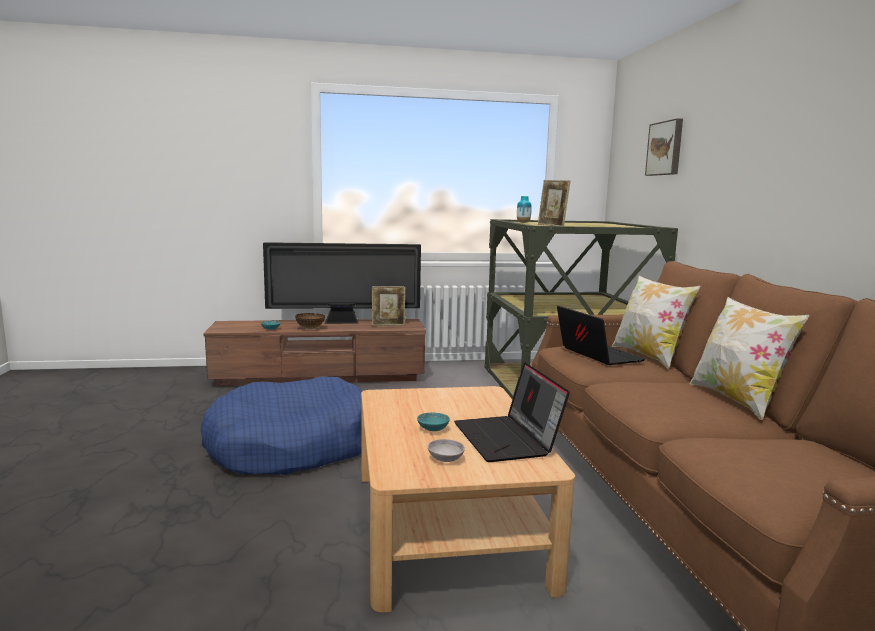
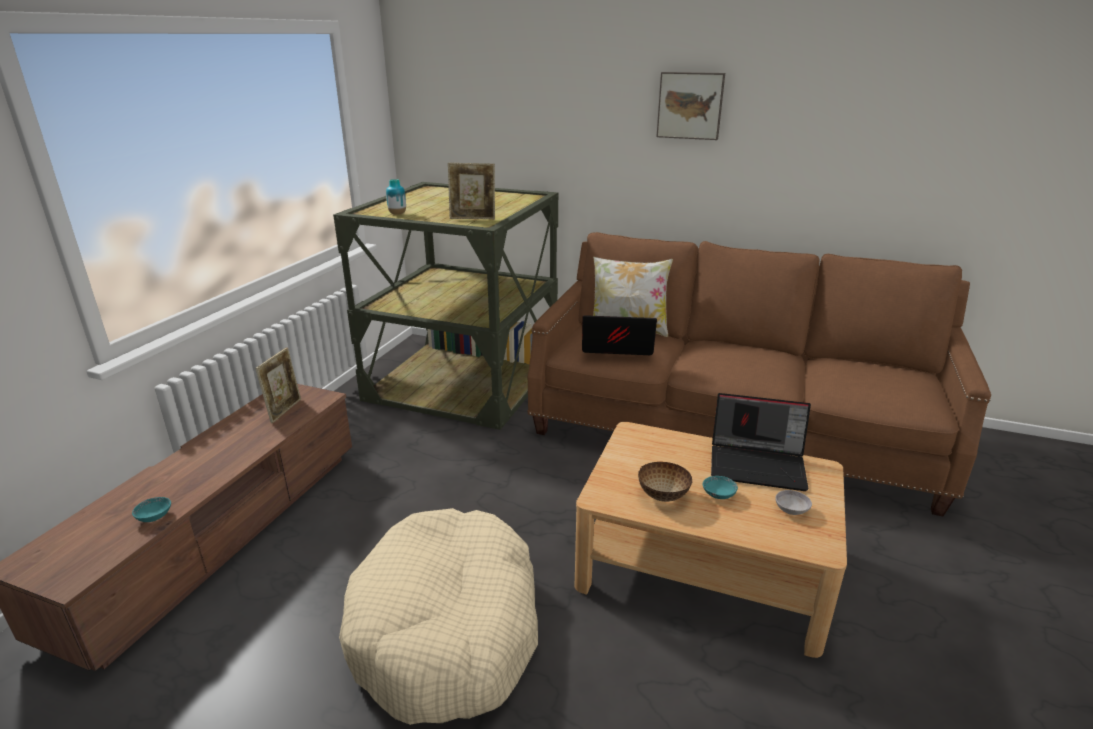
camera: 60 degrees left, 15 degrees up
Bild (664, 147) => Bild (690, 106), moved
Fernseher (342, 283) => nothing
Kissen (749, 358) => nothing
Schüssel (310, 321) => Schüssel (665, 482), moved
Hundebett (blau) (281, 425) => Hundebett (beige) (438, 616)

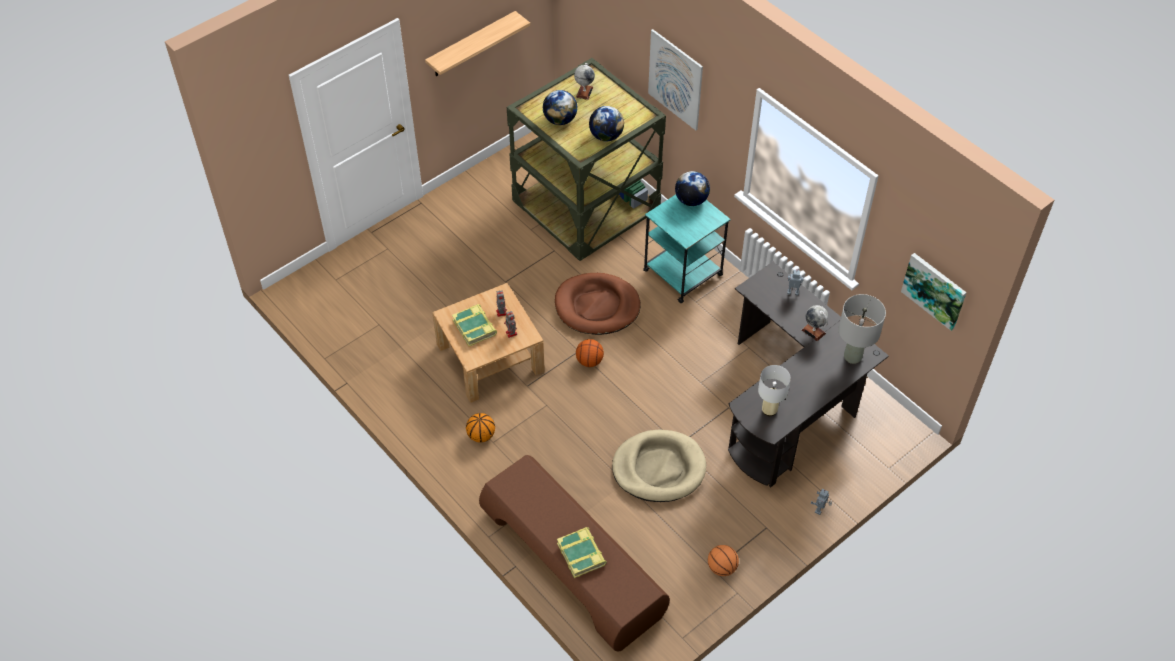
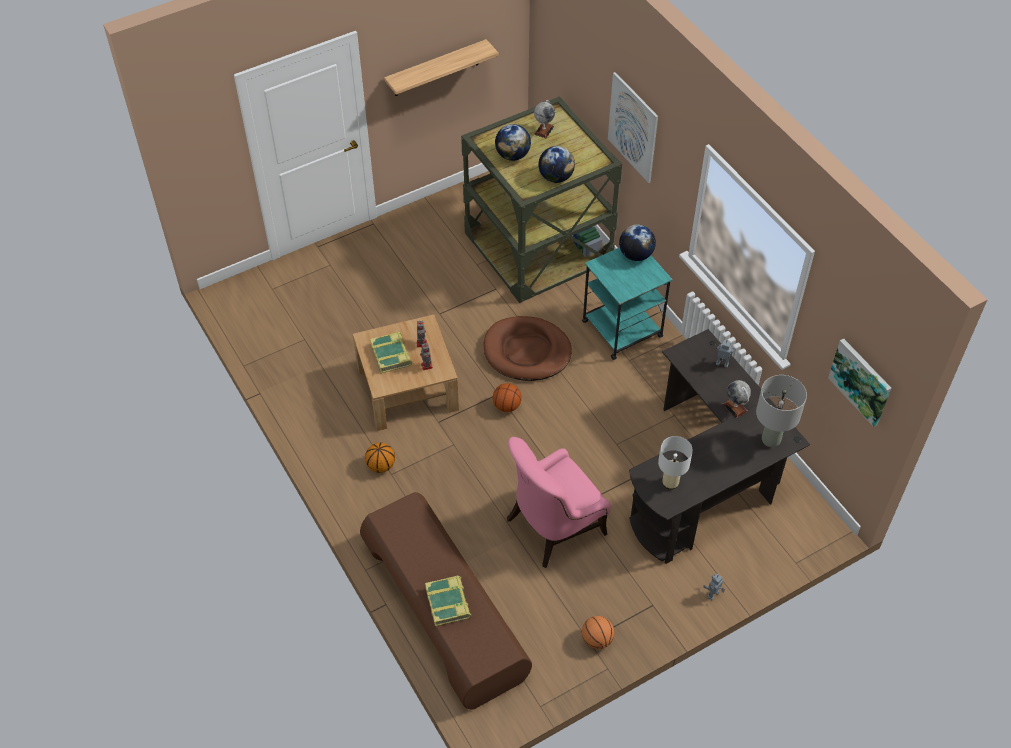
camera: 10 degrees right, 0 degrees up
Hundebett (beige) (659, 466) => Stuhl (rosa) (559, 502)

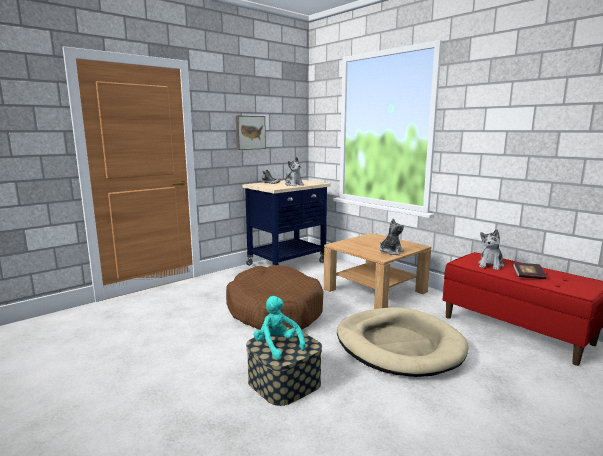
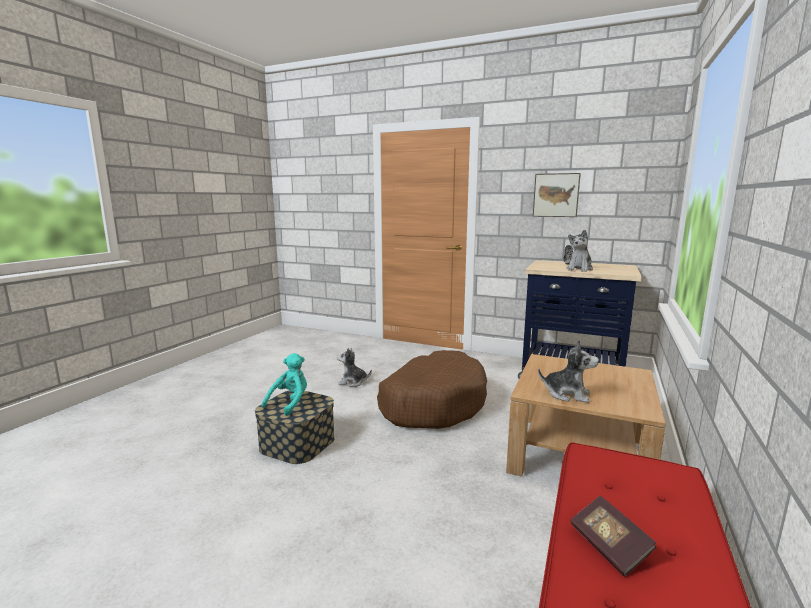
camera: 65 degrees right, 0 degrees up
Plüschtier (491, 249) => Plüschtier (354, 367), moved
Hundebett (beige) (402, 342) => nothing

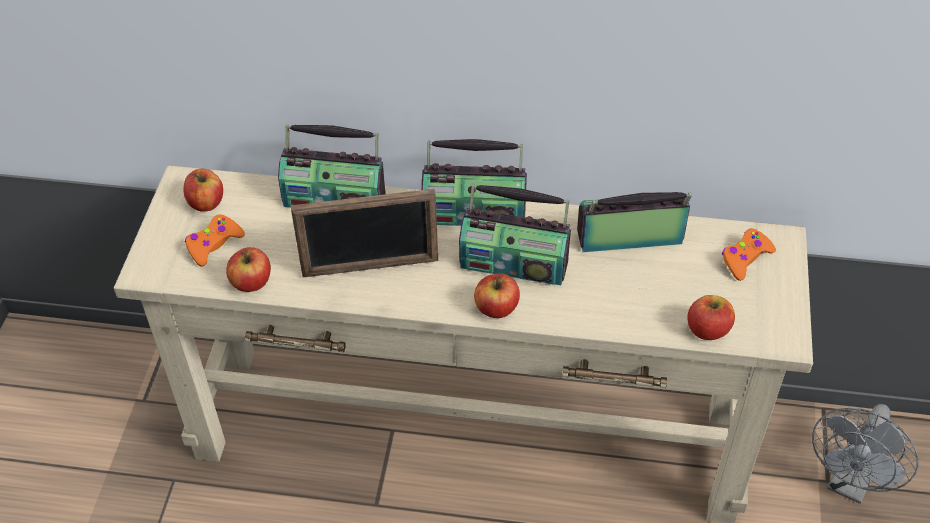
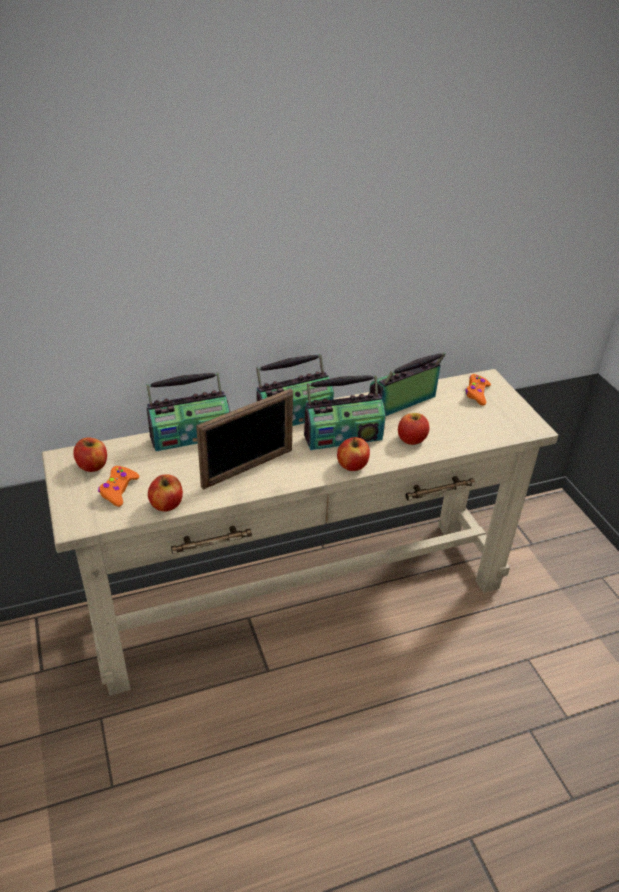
camera: 30 degrees left, 10 degrees down
Apfel (711, 317) => Apfel (413, 429), moved
Ventilator (grau) (865, 454) => nothing

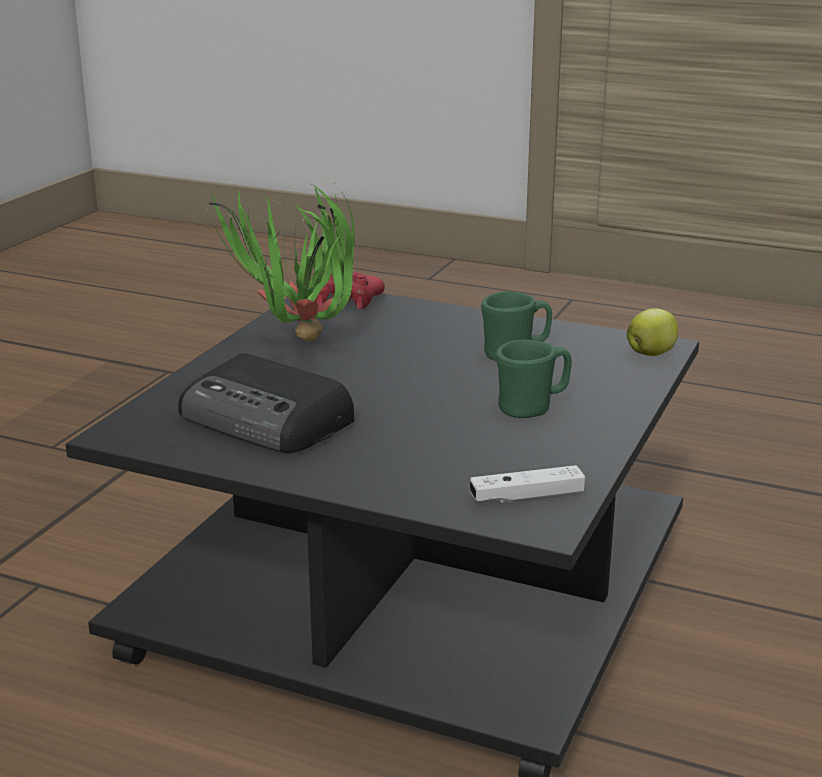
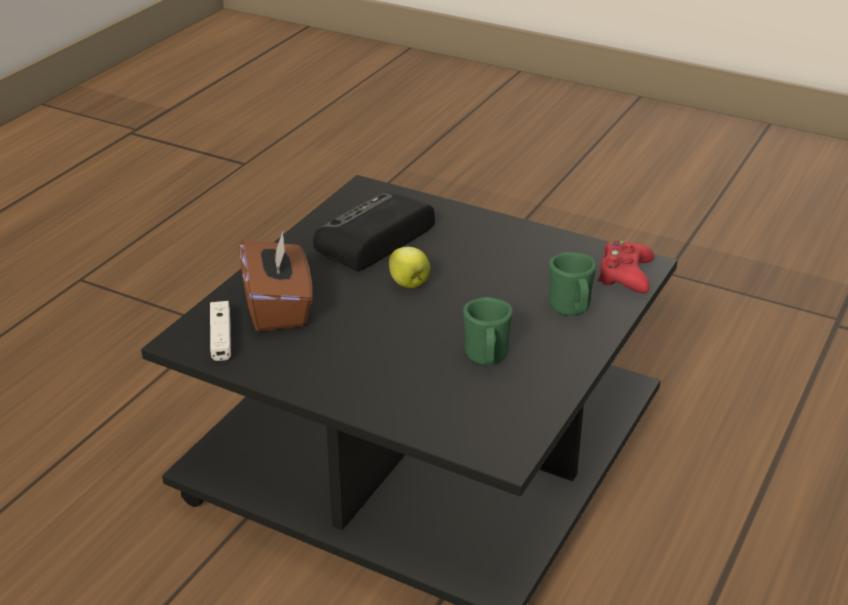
camera: 95 degrees right, 10 degrees up
Topfpflanze (280, 259) => nothing
Apfel (652, 332) => Apfel (409, 267), moved
Henkelbecher (grün) (534, 379) => Henkelbecher (grün) (572, 284), moved
nothing => Taschentuchbox (braun) (275, 280)

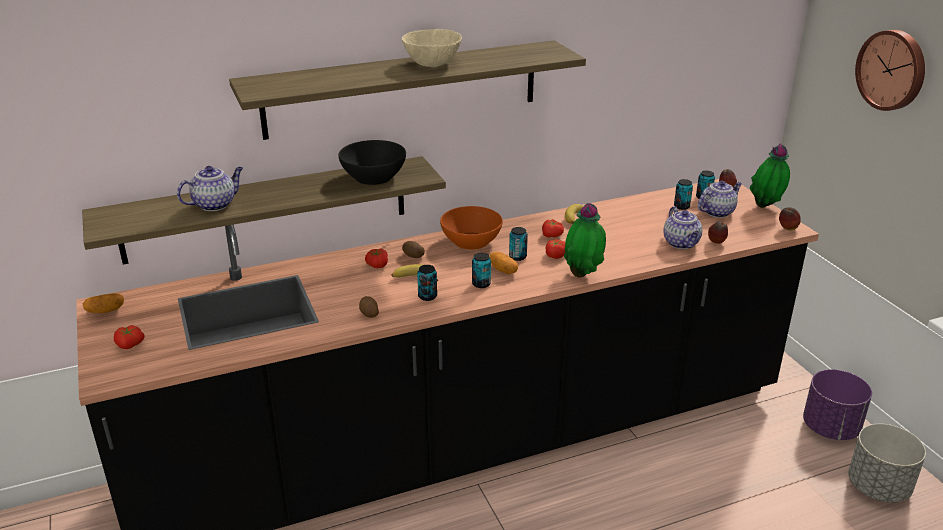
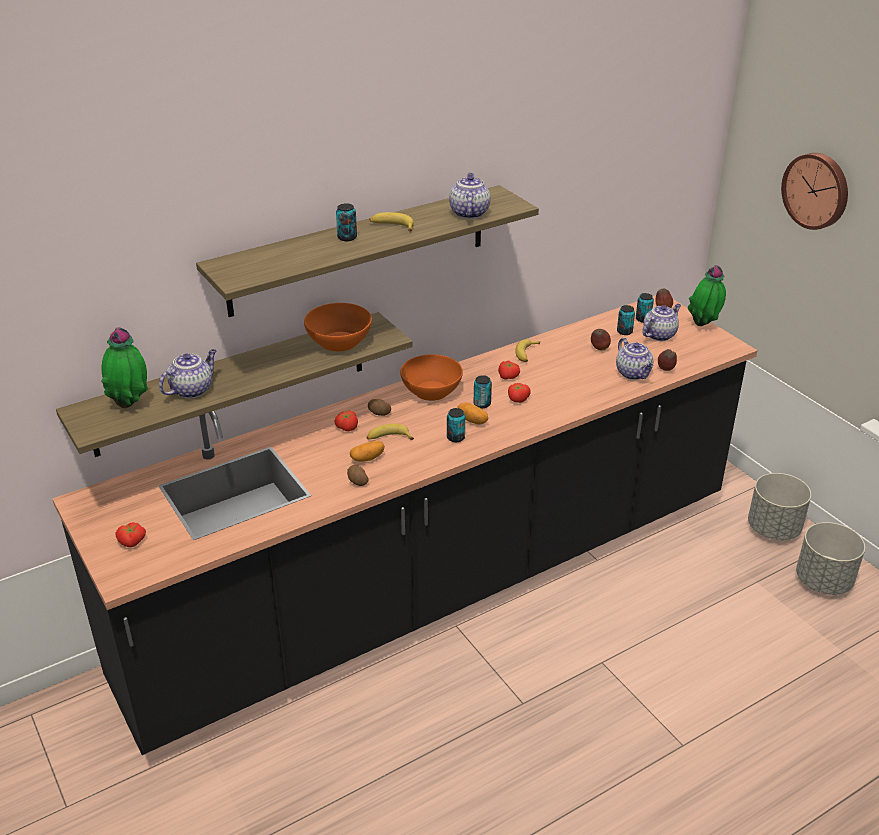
camera: 10 degrees left, 5 degrees up
Schüssel (beige) (432, 48) => Banane (391, 222)
Schüssel (schwarz) (372, 162) => Schüssel (orange) (338, 327)
Topfpflanze (585, 240) => Topfpflanze (124, 367), moved
Apfel (790, 218) => Apfel (601, 339), moved
Dose (427, 283) => Dose (346, 222), moved
Kartoffel (103, 303) => Kartoffel (367, 451), moved
Pflanzkübel (lila) (837, 404) => Pflanzkübel (grau) (779, 506)
nothing => Teekanne (469, 196)

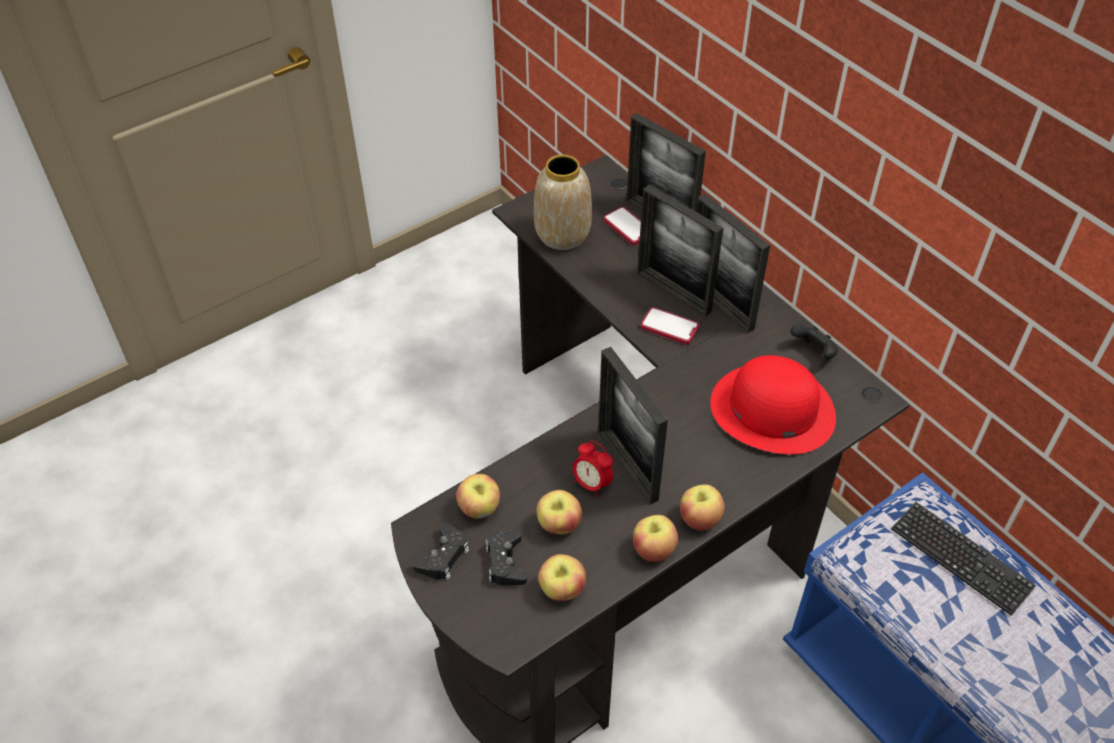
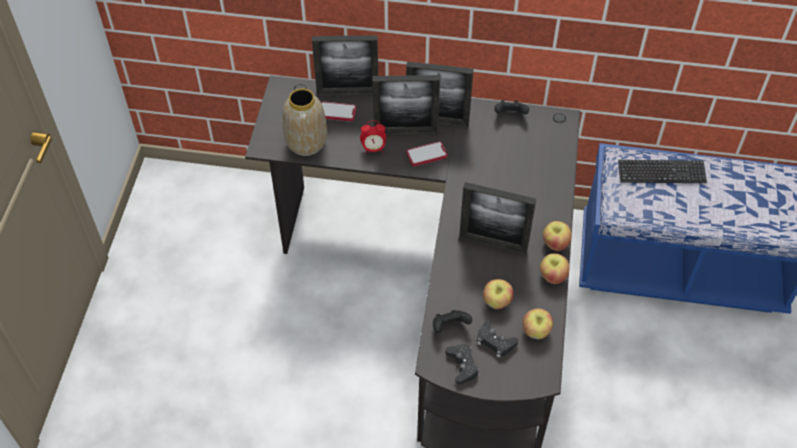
camera: 45 degrees left, 5 degrees up
Hut (rot) (773, 404) => nothing
Wecker (593, 469) => Wecker (373, 137), moved
Apfel (478, 496) => Gamepad (schwarz) (452, 321)

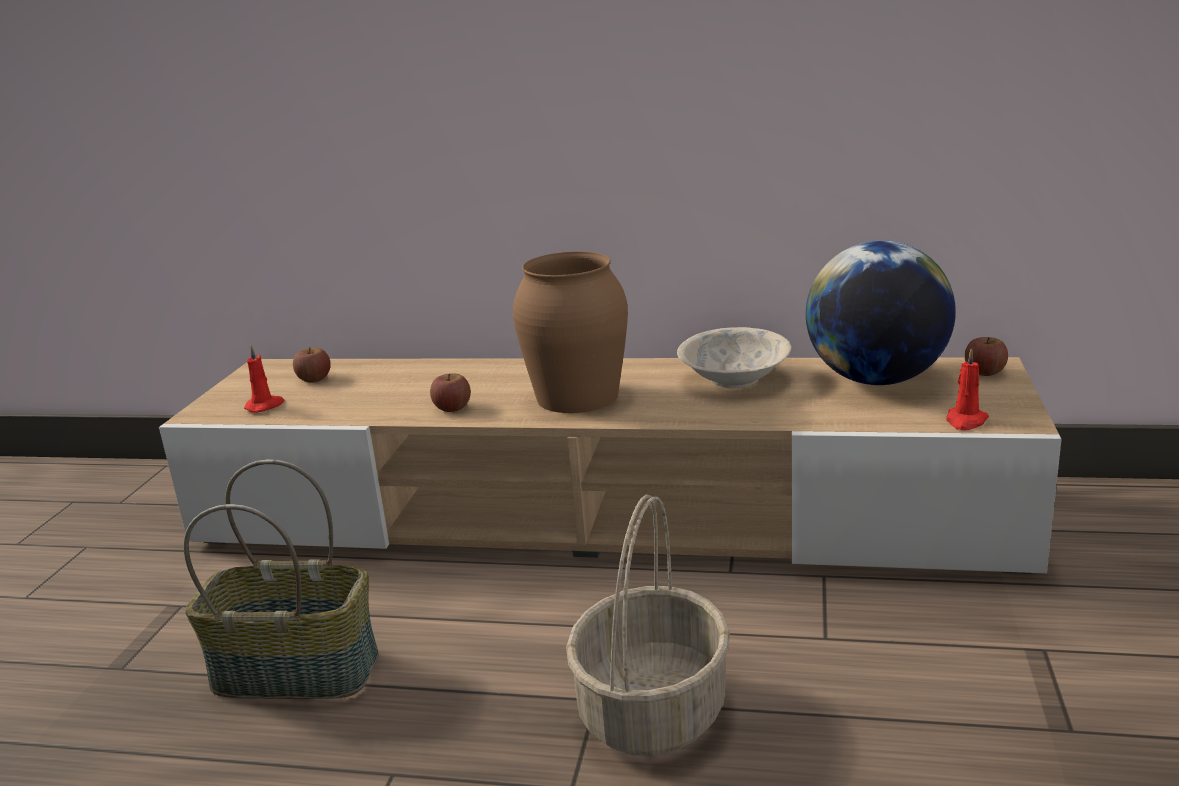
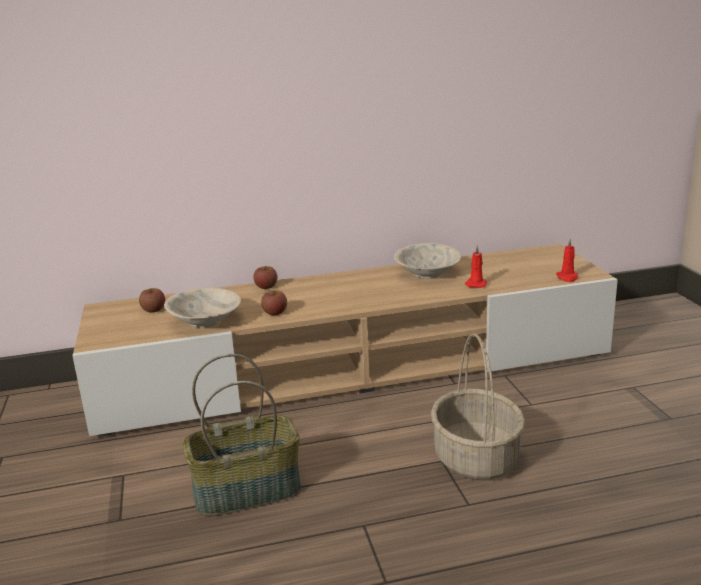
camera: 25 degrees left, 0 degrees up
Globus (881, 312) => nothing
Vase (braun) (570, 332) => nothing
Apfel (986, 356) => Apfel (265, 277), moved
Kerze (rot) (264, 379) => Kerze (rot) (476, 266), moved
nothing => Schüssel (beige) (202, 307)

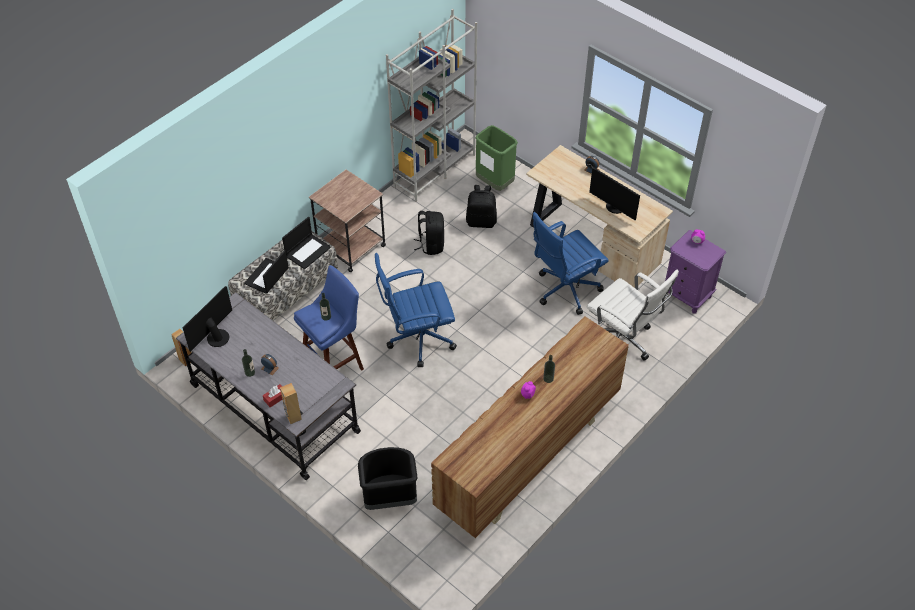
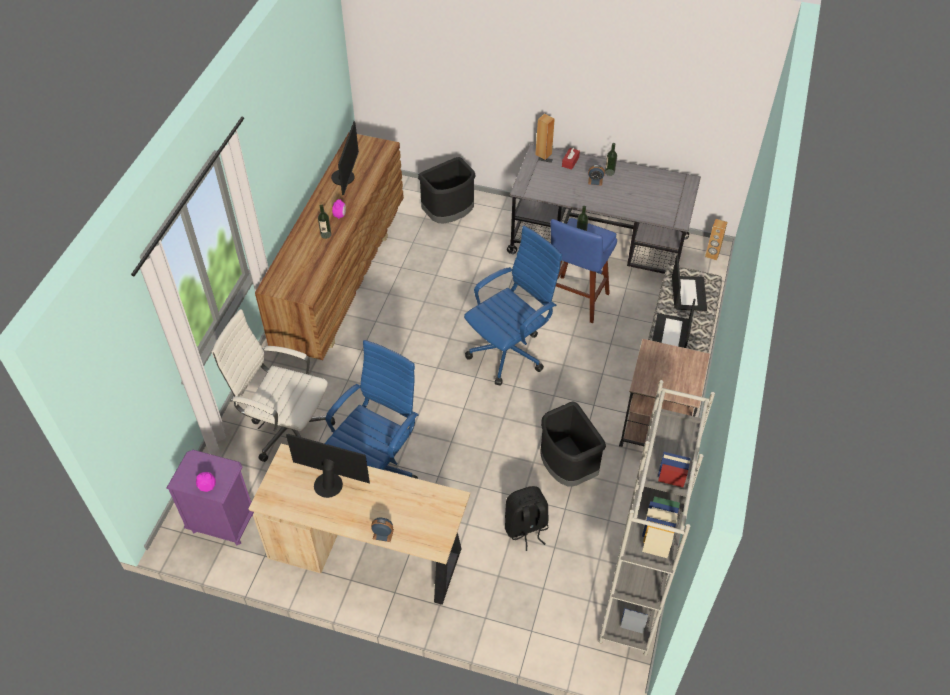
camera: 155 degrees right, 0 degrees up
Mülleimer (grün) (496, 158) => nothing
Rucksack (schwarz) (429, 233) => Mülleimer (schwarz) (573, 444)
Monitor (207, 319) => Monitor (345, 158), moved

